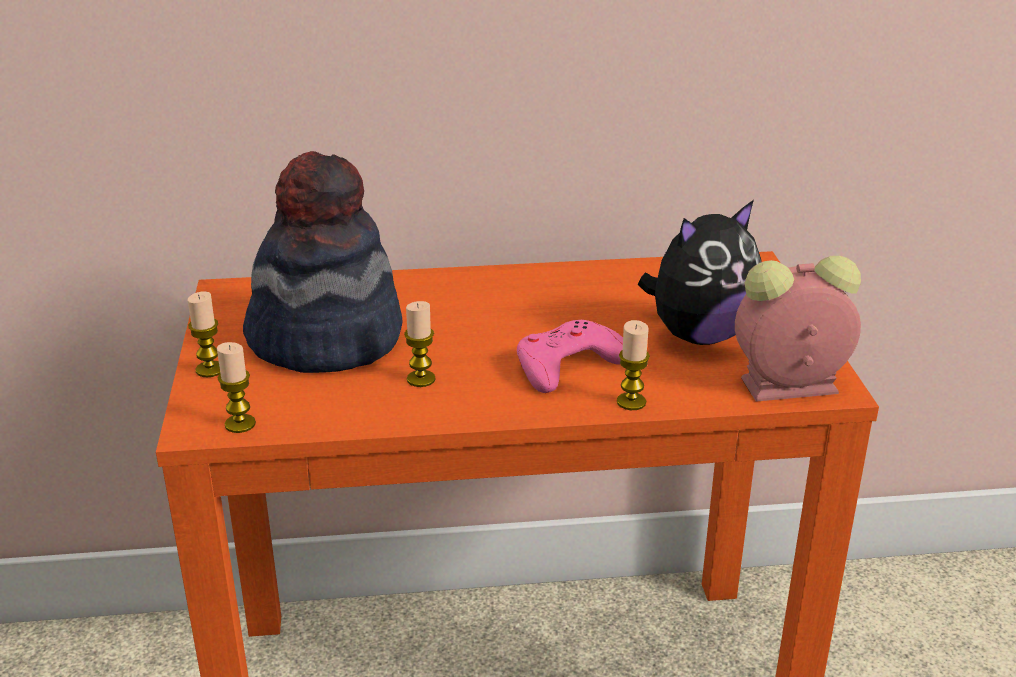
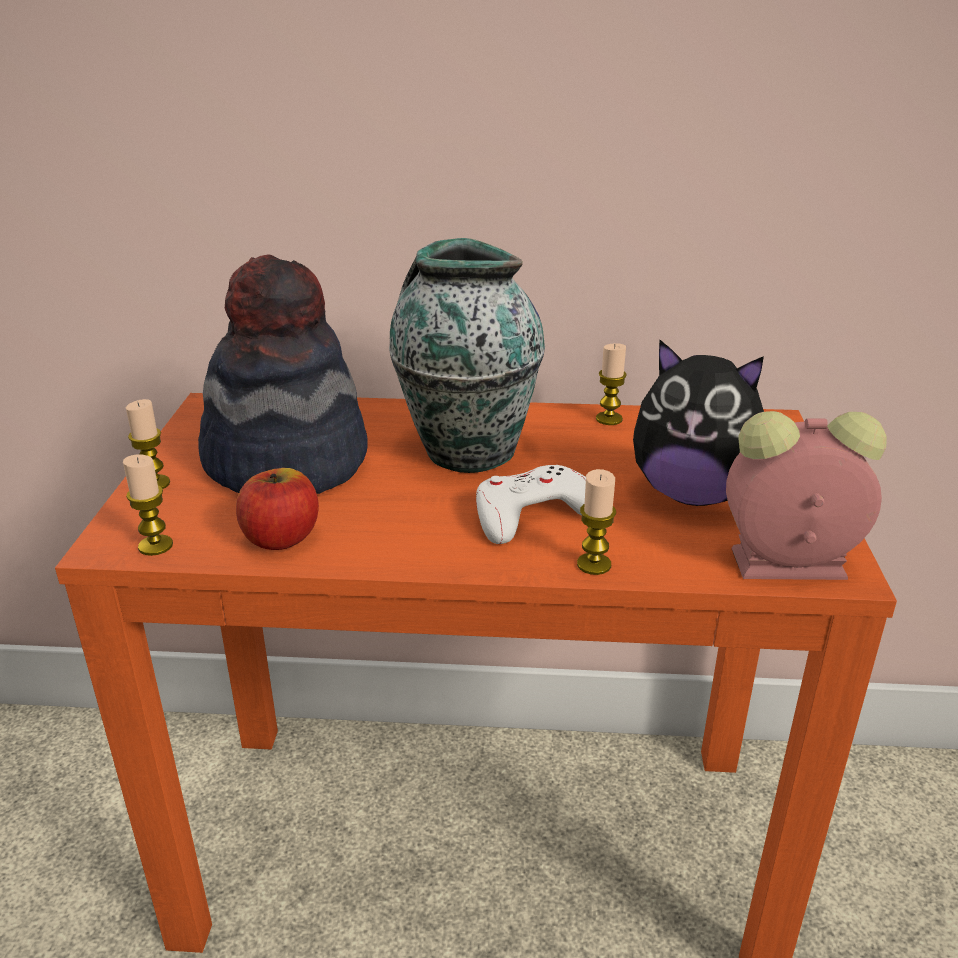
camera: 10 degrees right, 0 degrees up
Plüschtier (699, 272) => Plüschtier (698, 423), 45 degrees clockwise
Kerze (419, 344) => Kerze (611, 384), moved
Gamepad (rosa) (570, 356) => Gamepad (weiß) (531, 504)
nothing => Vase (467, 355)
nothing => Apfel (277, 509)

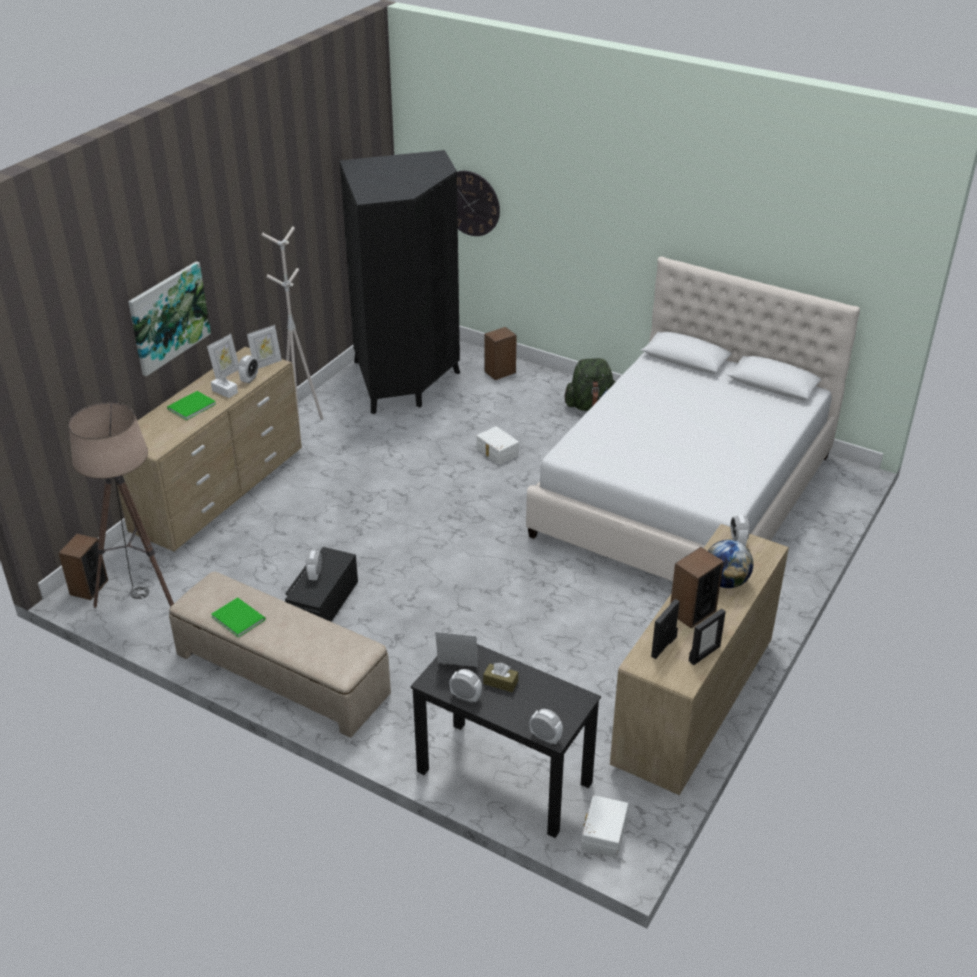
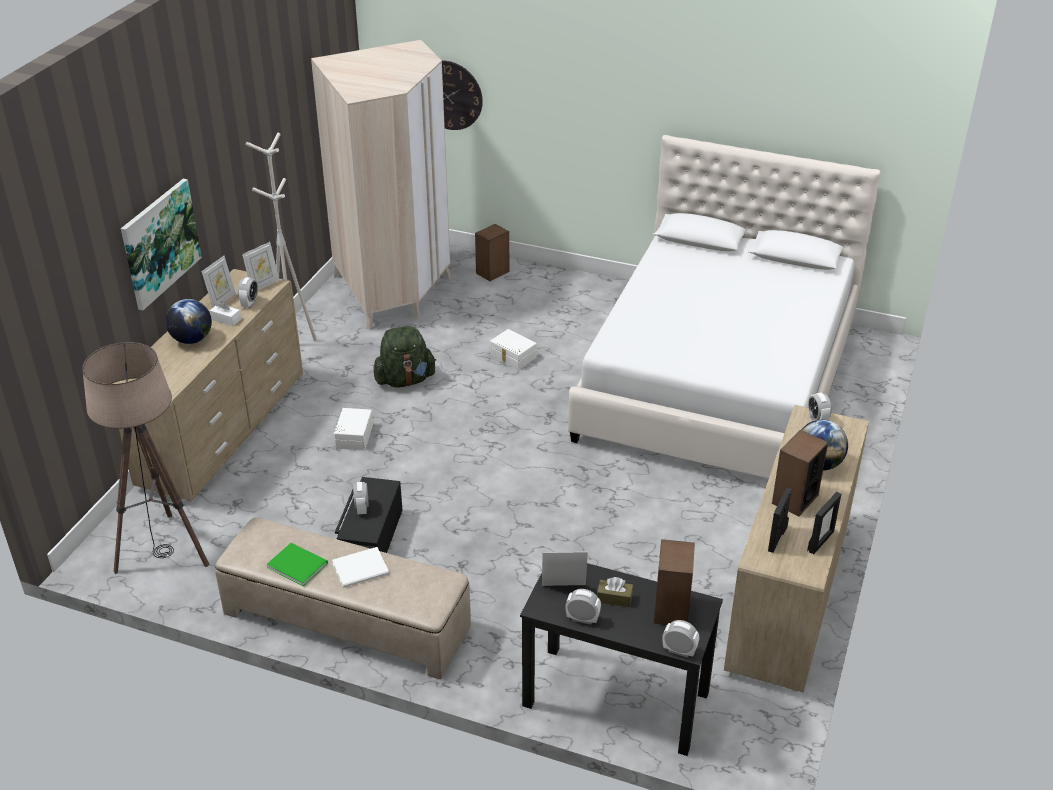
camera: 10 degrees left, 0 degrees up
Kleiderschrank (schwarz) (399, 282) => Kleiderschrank (beige) (381, 185)
Rucksack (grün) (590, 384) => Rucksack (grün) (405, 356), moved
Buch (grün) (191, 405) => Globus (188, 321)
Lautsprecher (83, 566) => Lautsprecher (674, 582), moved
Aufbewahrungsbox (weiß) (604, 826) => Aufbewahrungsbox (weiß) (353, 429), moved
nothing => Buch (weiß) (360, 567)

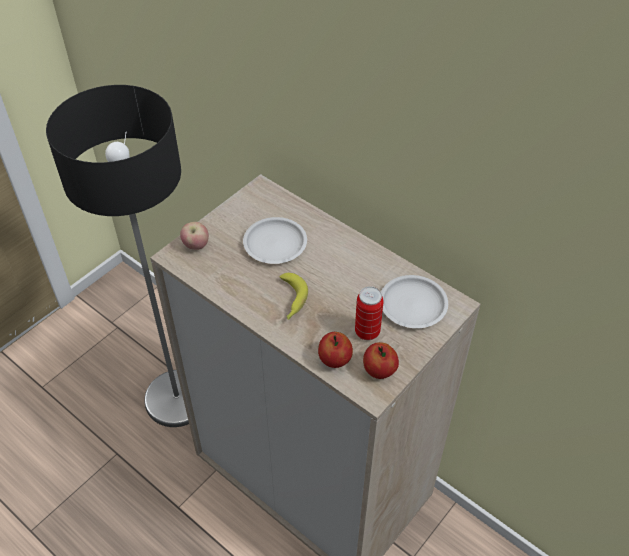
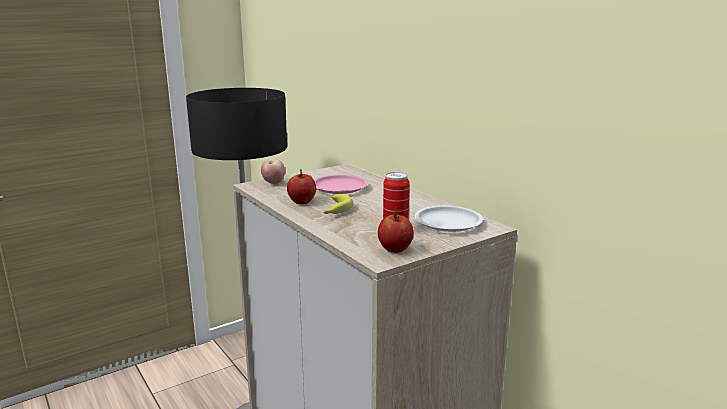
camera: 15 degrees right, 30 degrees down
Teller (weiß) (275, 240) => Teller (rosa) (341, 184)
Apfel (335, 350) => Apfel (301, 186), moved

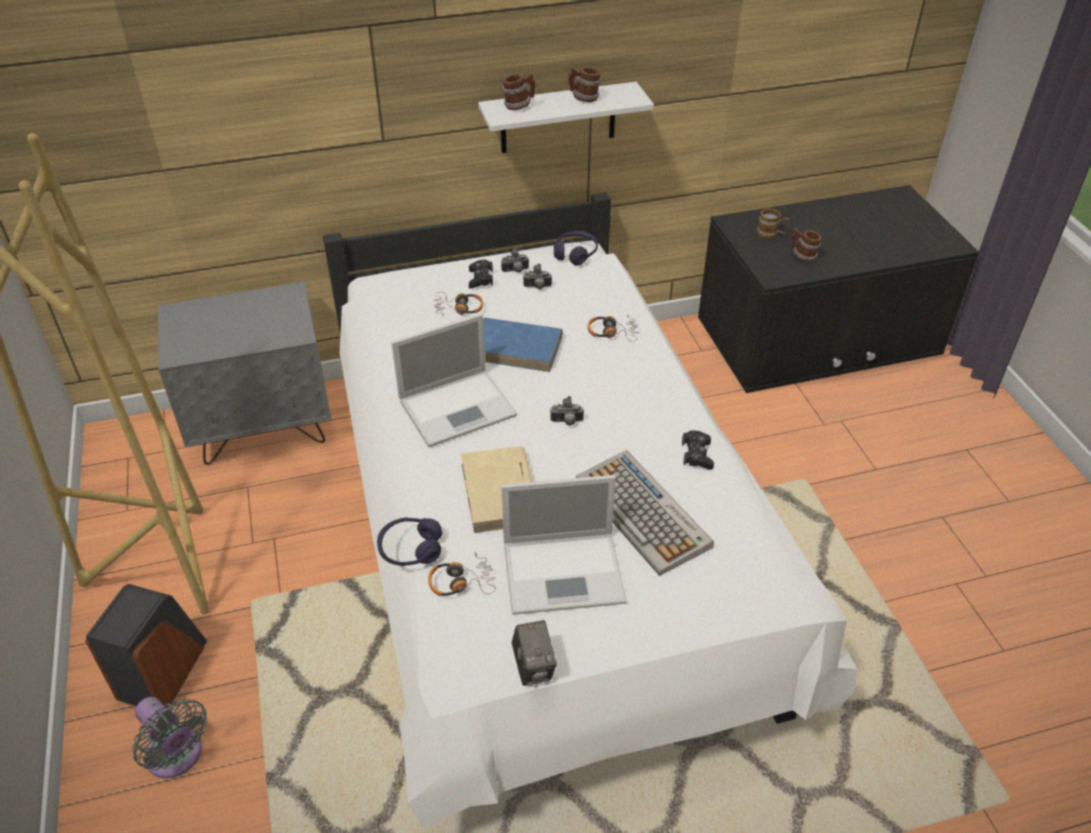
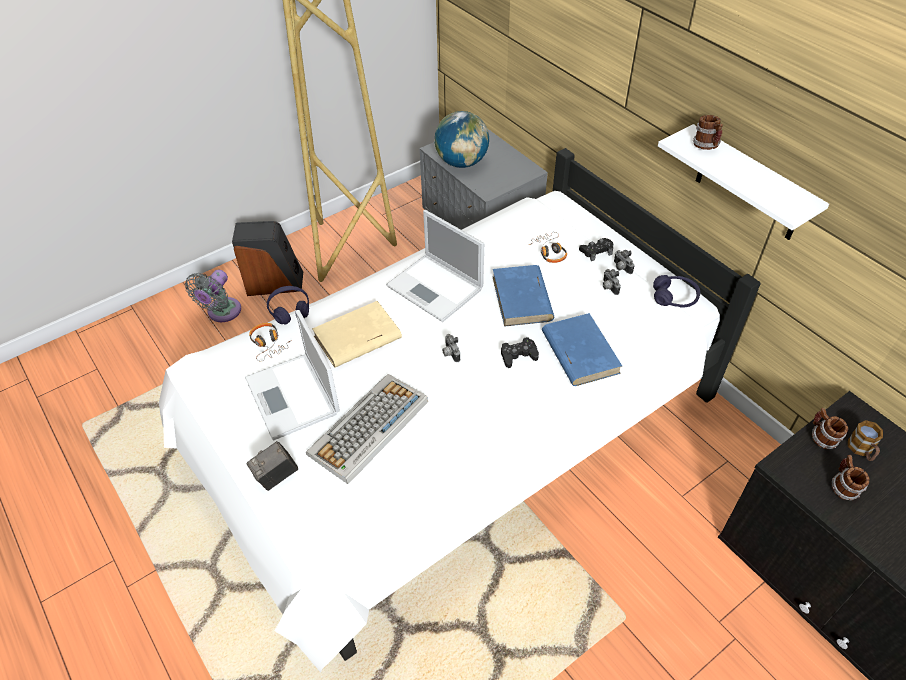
camera: 70 degrees right, 5 degrees up
Henkelbecher (584, 84) => Henkelbecher (830, 428), moved
Kopfhörer (613, 329) => Buch (blau) (582, 349)
Gamepad (schwarz) (698, 450) => Gamepad (schwarz) (520, 352), moved
Kamera (534, 653) => Kamera (272, 466), moved
nothing => Globus (461, 139)

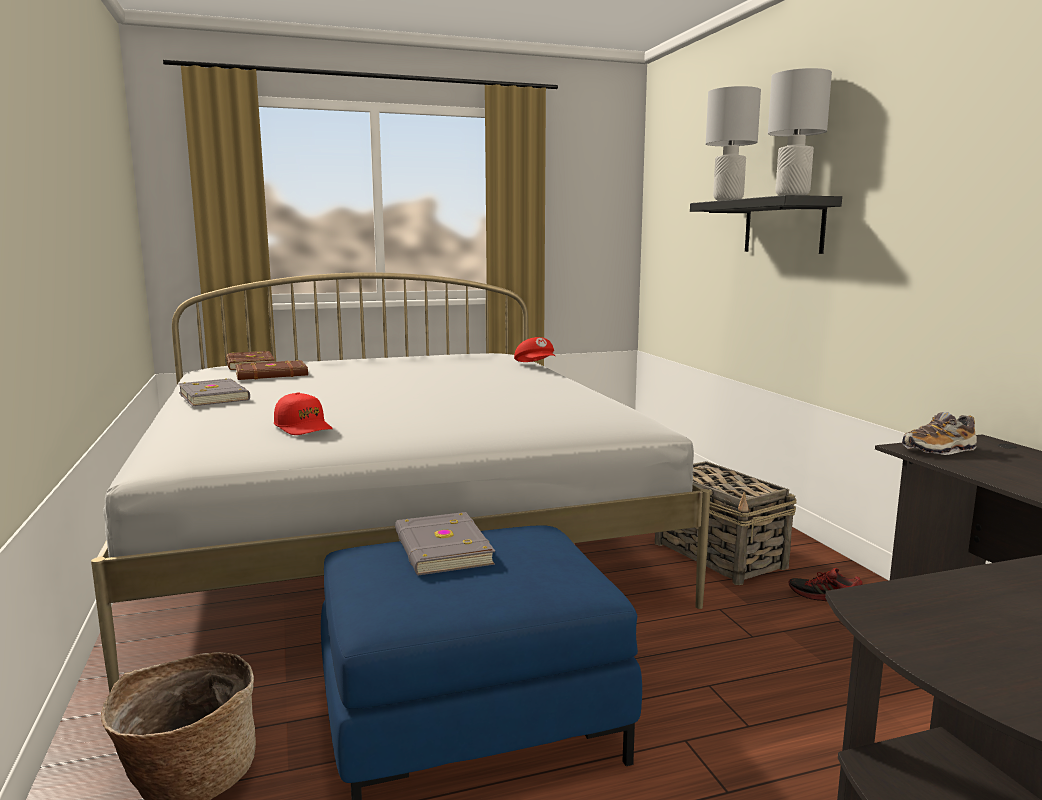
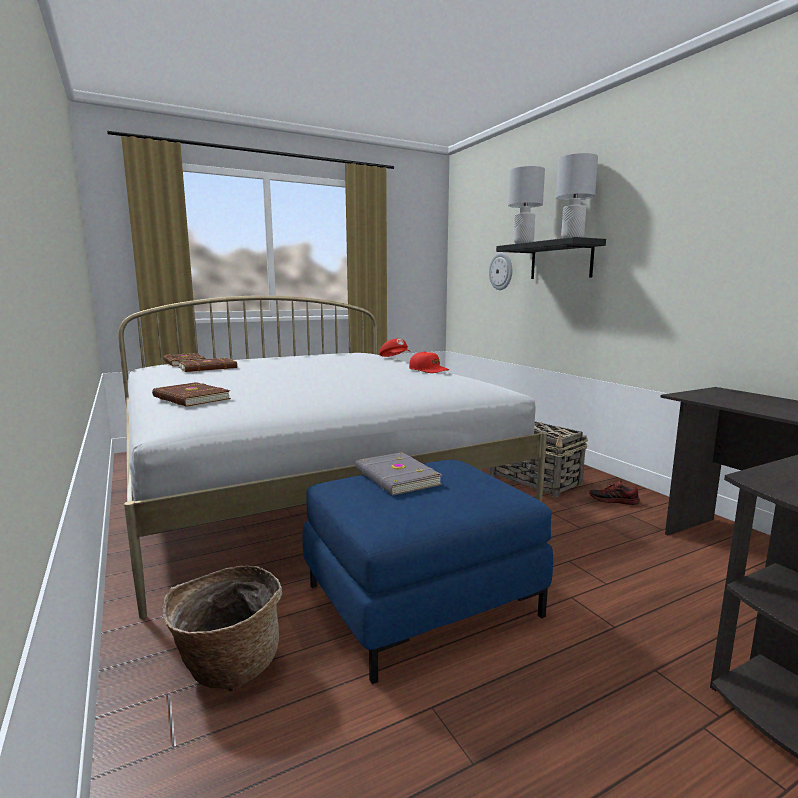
camera: 10 degrees left, 0 degrees up
Buch (grau) (214, 392) => nothing
Kappe (rot) (303, 413) => Kappe (rot) (429, 362), moved
Schuh (939, 433) => nothing
nothing => Wanduhr (500, 271)
nothing => Buch (braun) (191, 394)

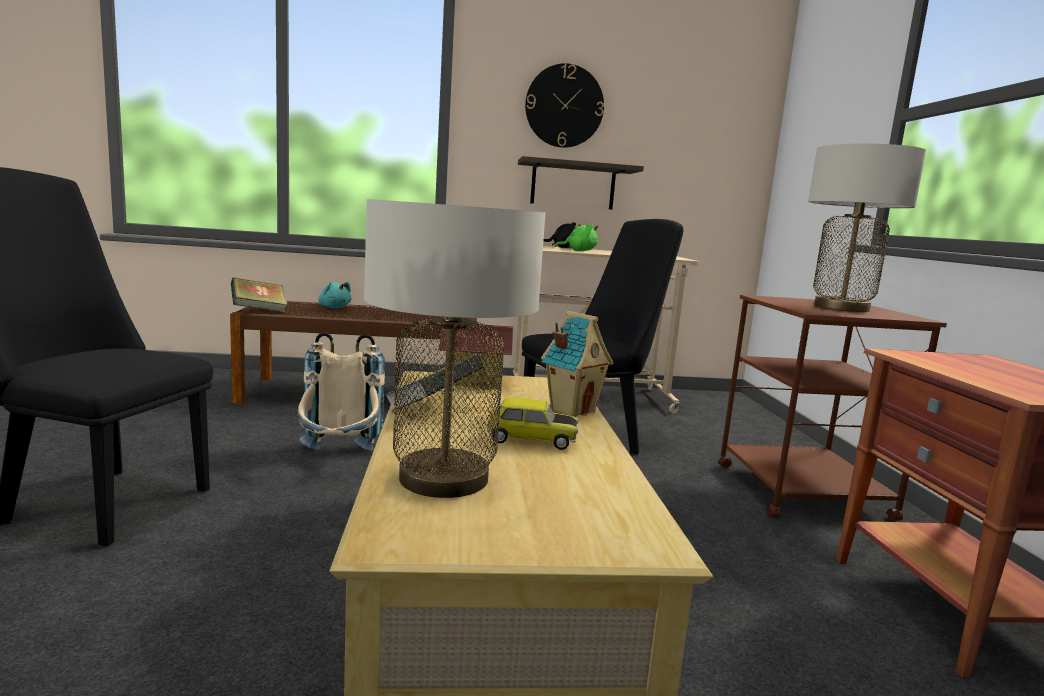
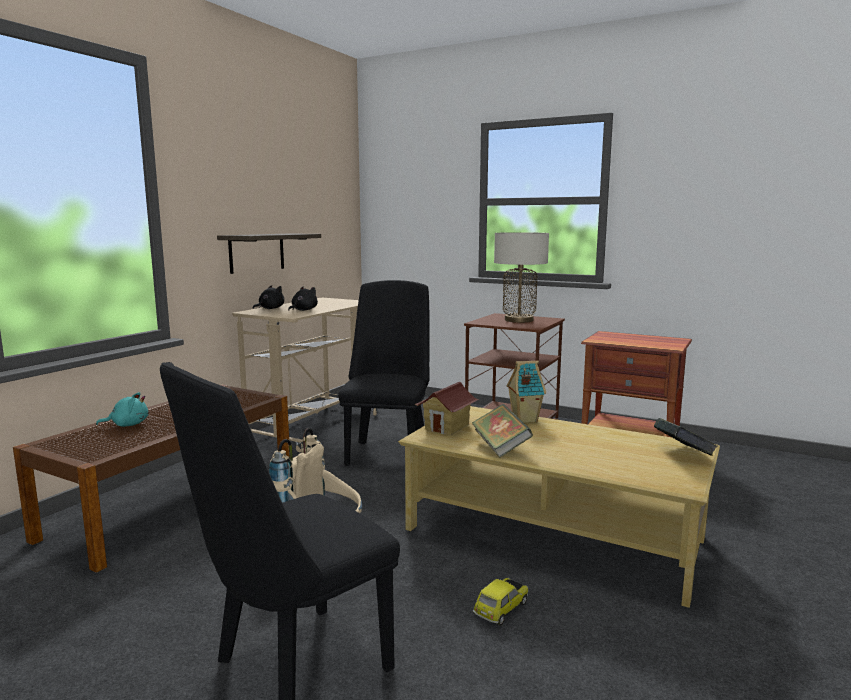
camera: 55 degrees left, 0 degrees up
Wanduhr (564, 105) => nothing
Tischlampe (454, 348) => nothing
Plüschtier (grün) (576, 237) => Plüschtier (schwarz) (303, 299)
Buch (259, 295) => Buch (686, 437), moved
Spielzeugauto (532, 424) => Spielzeugauto (500, 602), moved

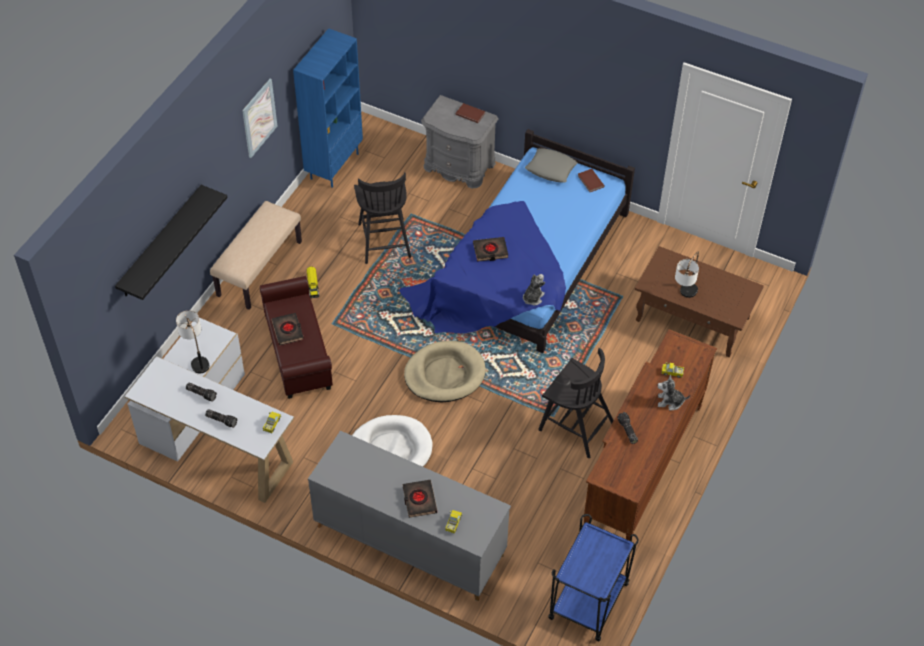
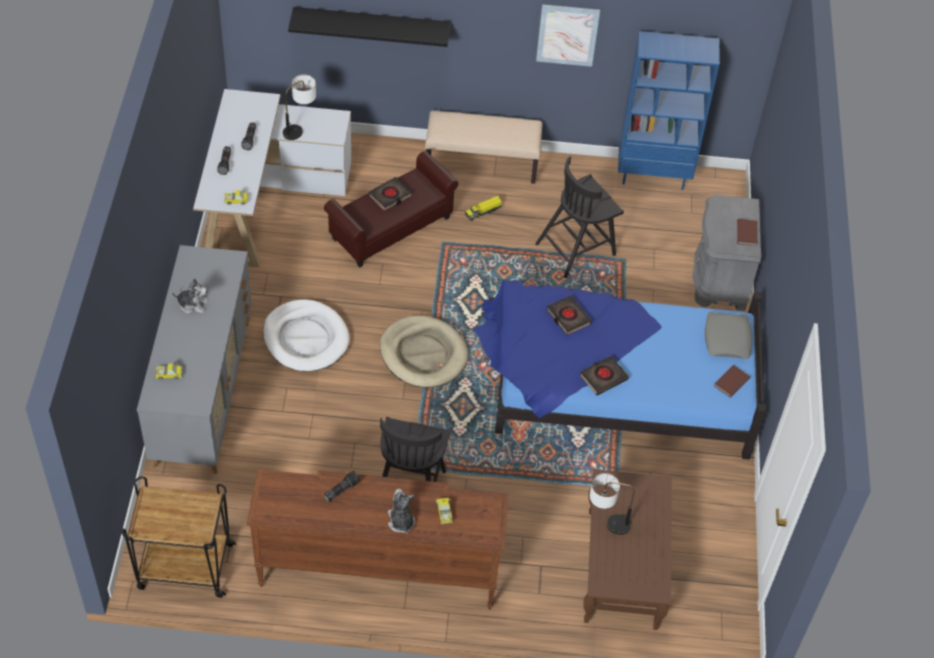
camera: 65 degrees right, 0 degrees up
Plüschtier (534, 290) => Plüschtier (190, 296), moved
Buch (schwarz) (420, 499) => Buch (schwarz) (604, 375), moved
Rollwagen (blau) (593, 578) => Rollwagen (braun) (178, 537)

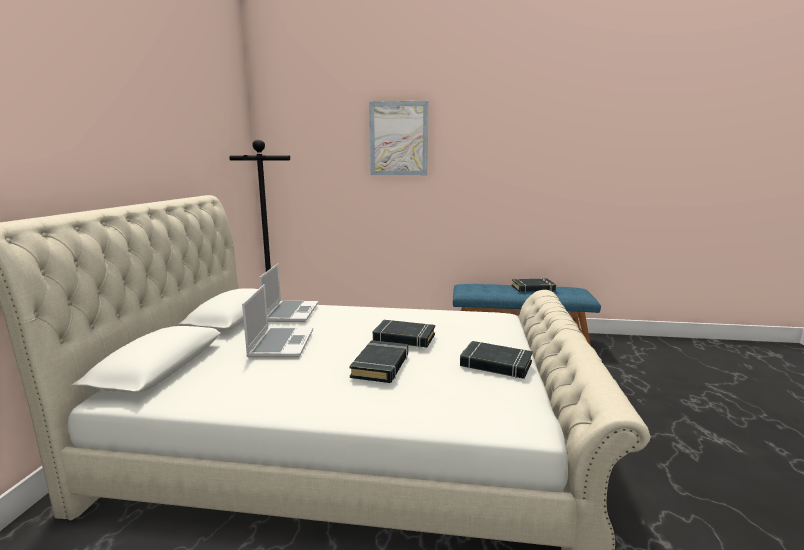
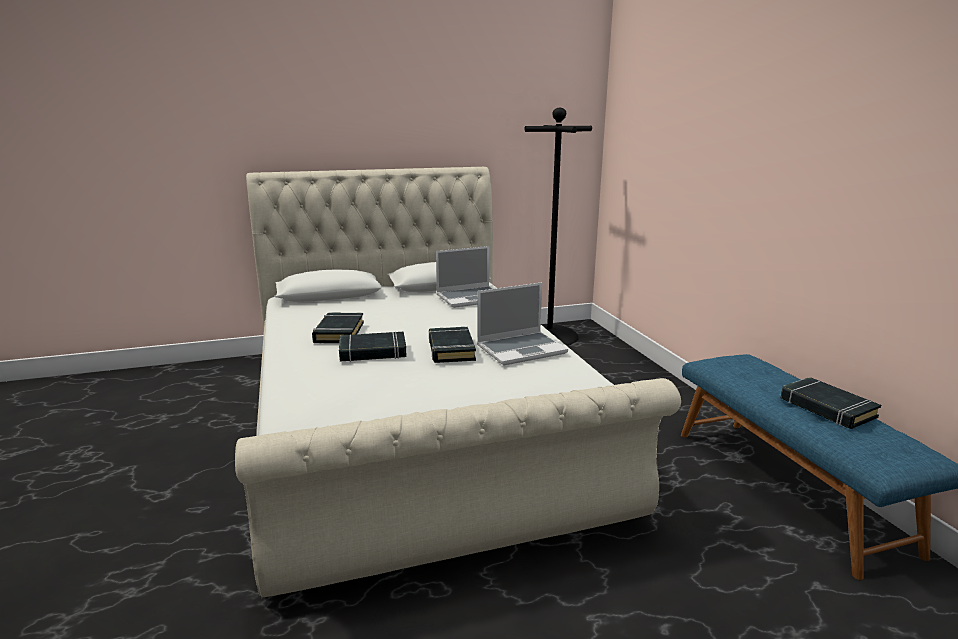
camera: 65 degrees right, 5 degrees up
Bild (398, 138) => nothing
Laptop (277, 321) => Laptop (522, 323), moved
Buch (schwarz) (496, 360) => Buch (schwarz) (338, 328), moved

